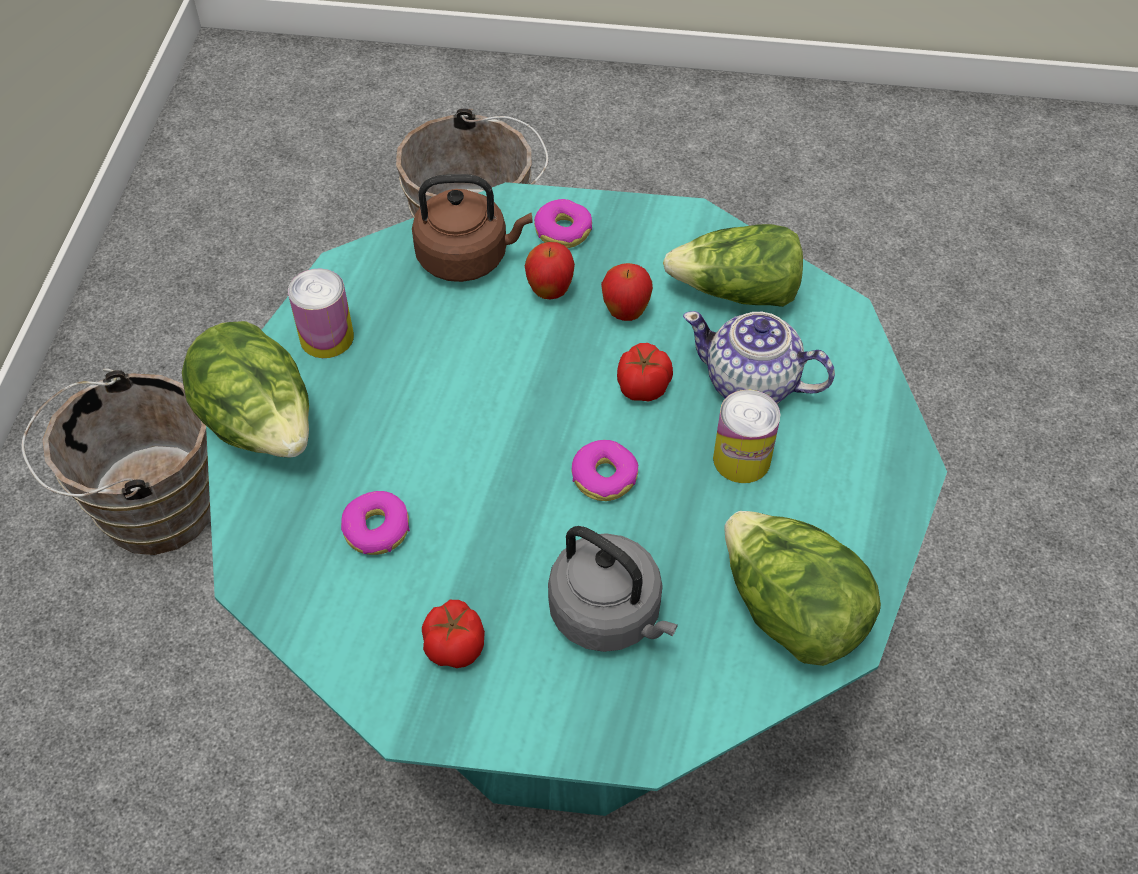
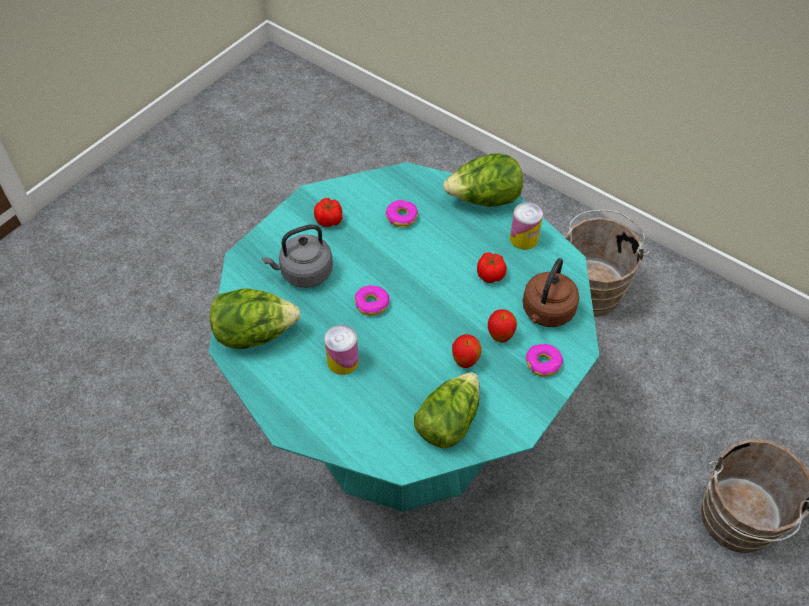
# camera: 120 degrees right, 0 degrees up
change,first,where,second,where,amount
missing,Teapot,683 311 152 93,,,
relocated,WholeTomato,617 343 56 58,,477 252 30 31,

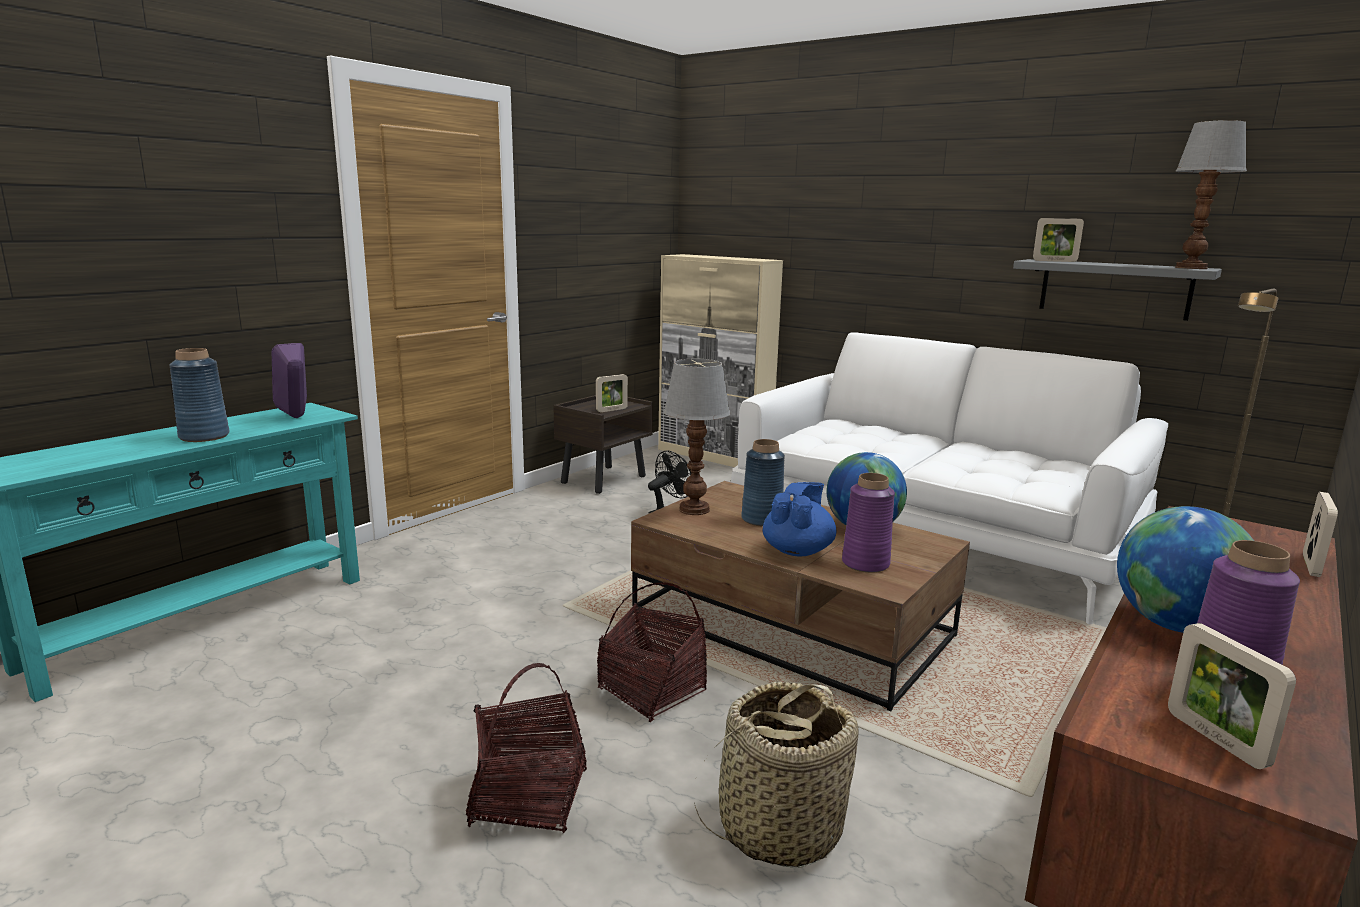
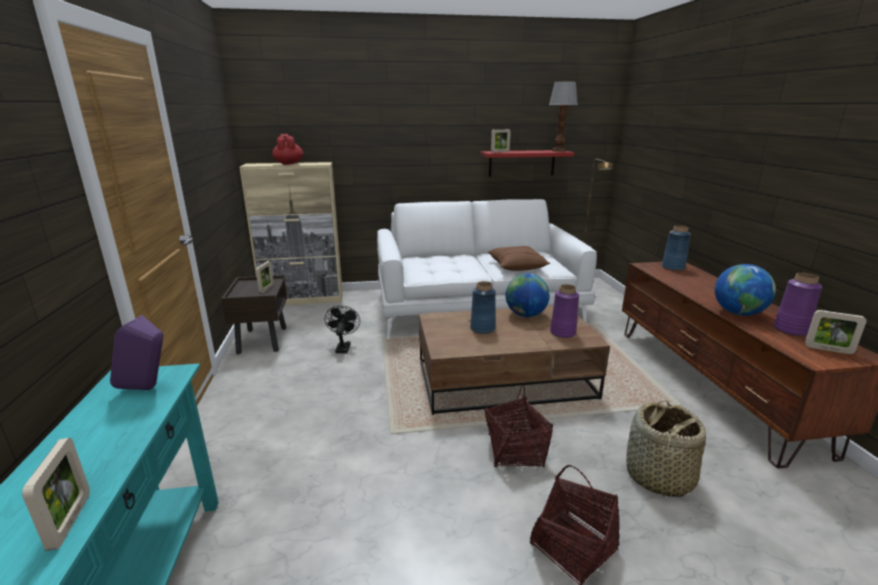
# camera: 45 degrees left, 5 degrees up
change,first,where,second,where,amount
colour,GreyishBracketShelf,1013 259 209 62,RedBracketShelf,480 150 94 27,
relocated,BlueColouredFlowerVase,169 348 61 94,,662 225 29 46,
missing,TabletopLamp,663 359 67 156,,,
missing,BlueColouredTeapot,763 482 73 74,,,
relocated,PictureFrame,1303 492 35 85,,22 438 68 113,
appeared,,,RedTeapot,272 134 31 31,
appeared,,,BrownishPillow,488 246 62 25,

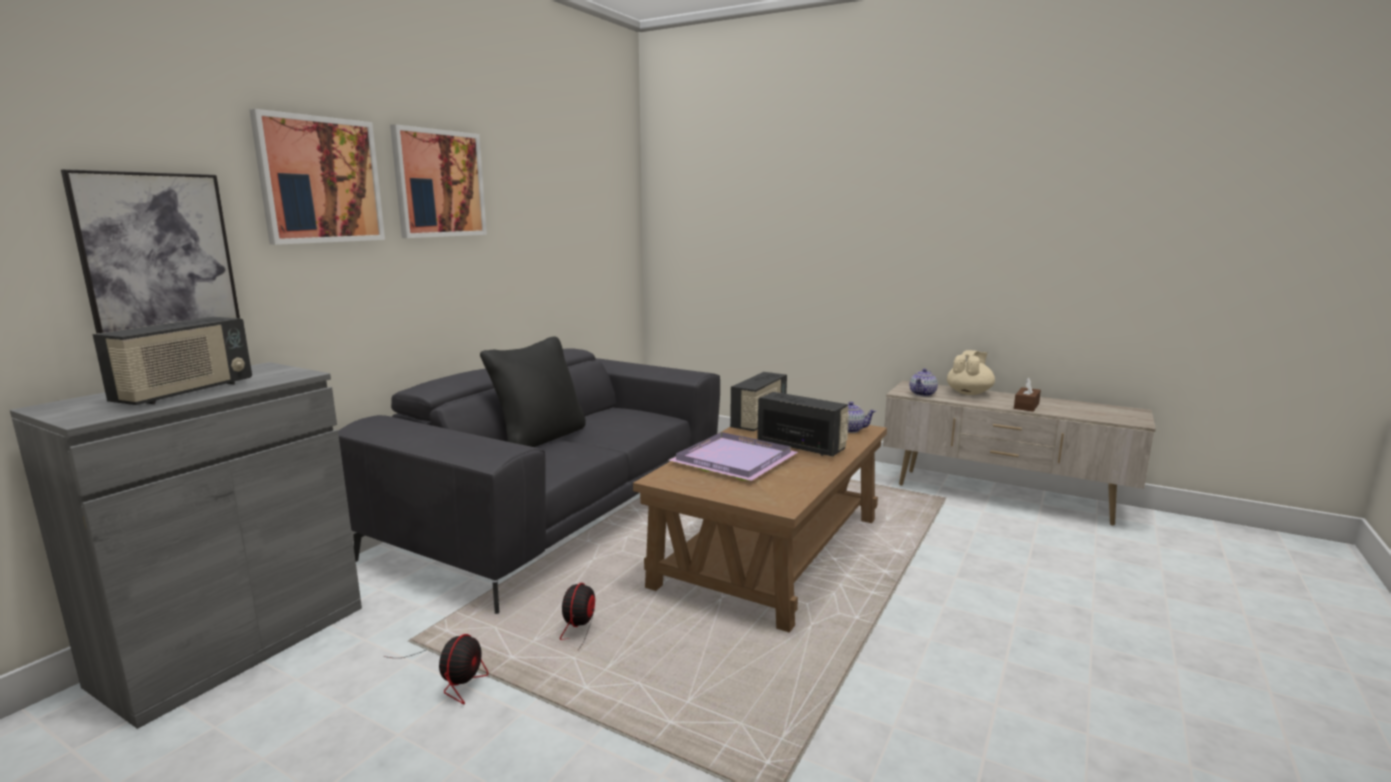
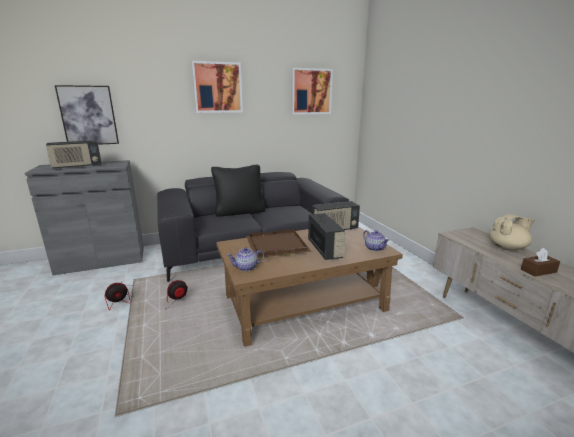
# camera: 40 degrees right, 5 degrees up
change,first,where,second,where,amount
relocated,WallArt,249 109 136 136,,291 68 42 47,
relocated,Teapot,909 369 29 27,,227 247 37 24,
colour,PurpleColouredServingTray,668 432 130 49,BrownishServingTray,246 229 65 29,

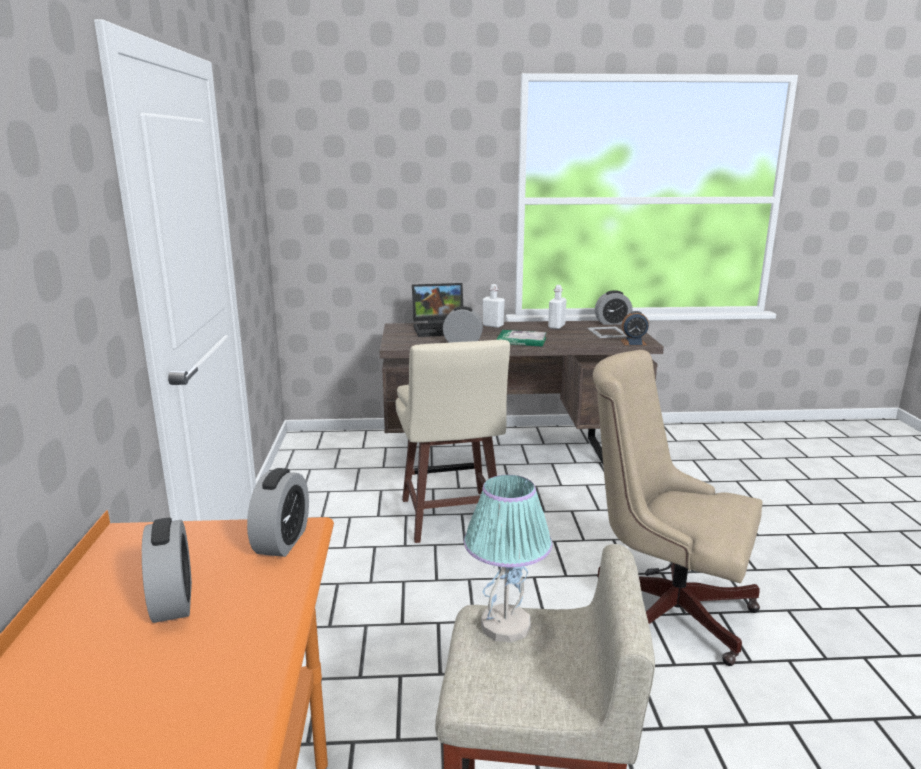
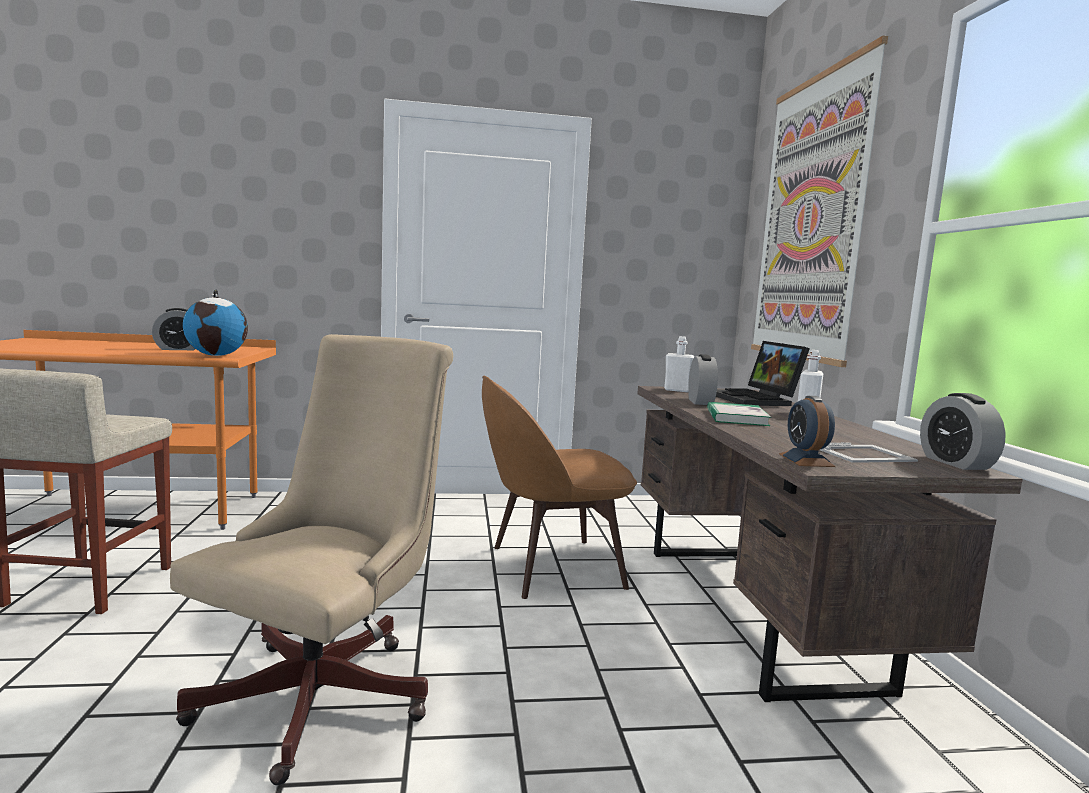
# camera: 85 degrees right, 10 degrees down
change,first,where,second,where,amount
relocated,WhiteColouredBottle,548 285 19 44,,664 336 31 56,
exchanged,BeigeSittingStool,396 340 114 203,BrownishPlainChair,482 376 155 223,
exchanged,TableClock,247 468 62 89,WorldGlobe,183 289 65 67,
missing,TabletopLamp,464 475 88 168,,,
appeared,,,WallArt,751 36 137 331,

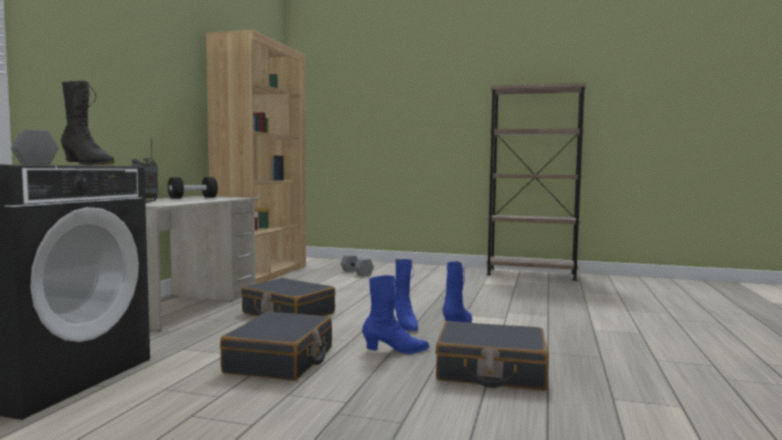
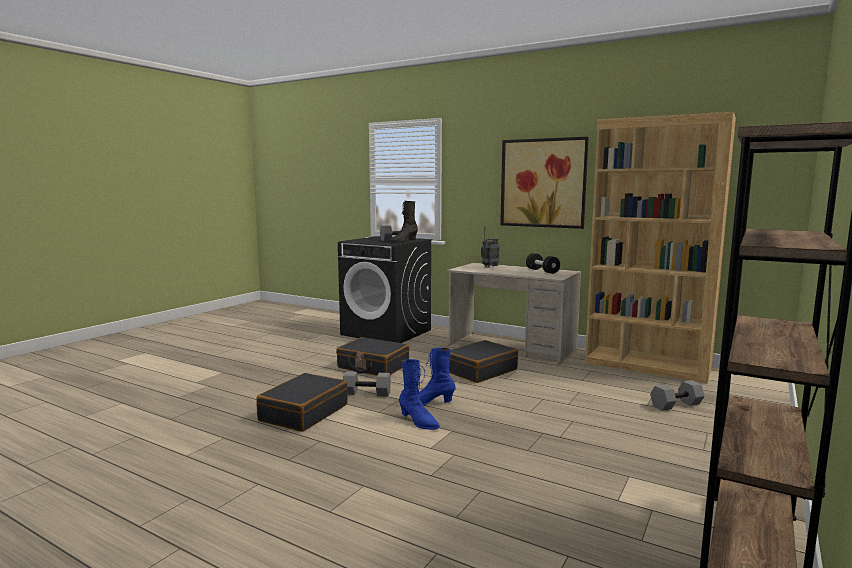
# camera: 105 degrees right, 5 degrees up
change,first,where,second,where,amount
exchanged,BlueColouredTallBoot,362 275 68 79,GreyishFreeWeight,343 371 48 25,
appeared,,,WallArt,500 137 89 92,

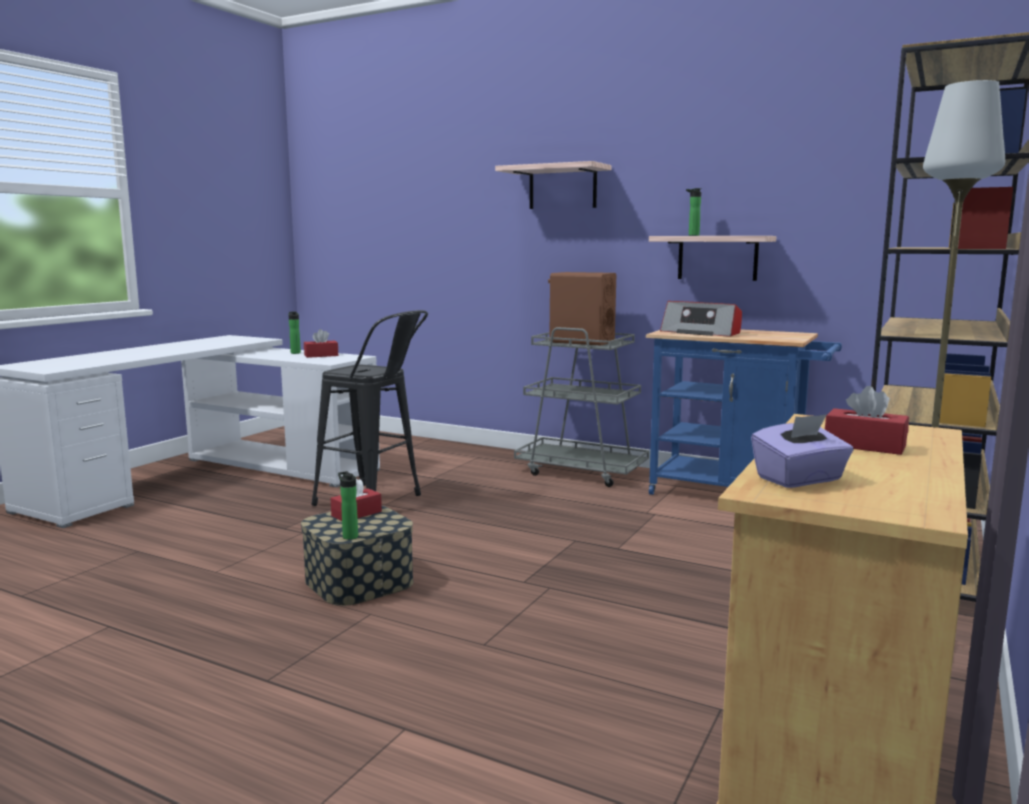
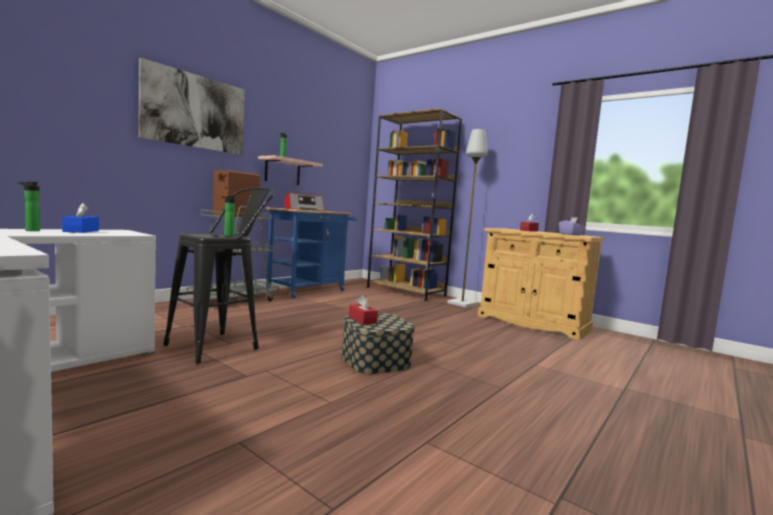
# camera: 80 degrees left, 5 degrees down
change,first,where,second,where,amount
exchanged,BracketShelf,495 161 116 48,WallArt,139 58 106 97,
colour,RedTissueHolder,304 329 34 29,BlueColouredTissueHolder,62 203 37 30,
relocated,Bottle,338 471 20 69,,221 196 15 41,

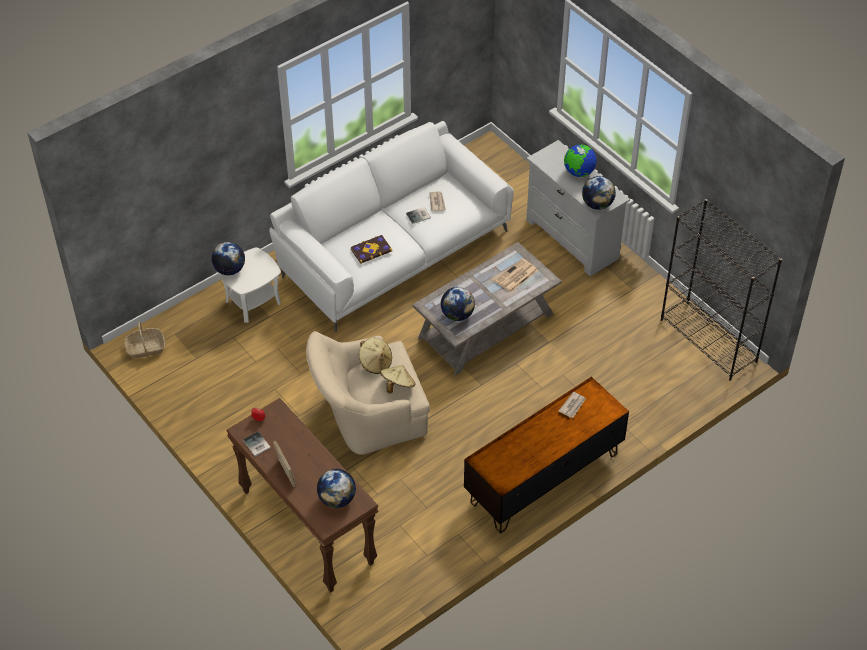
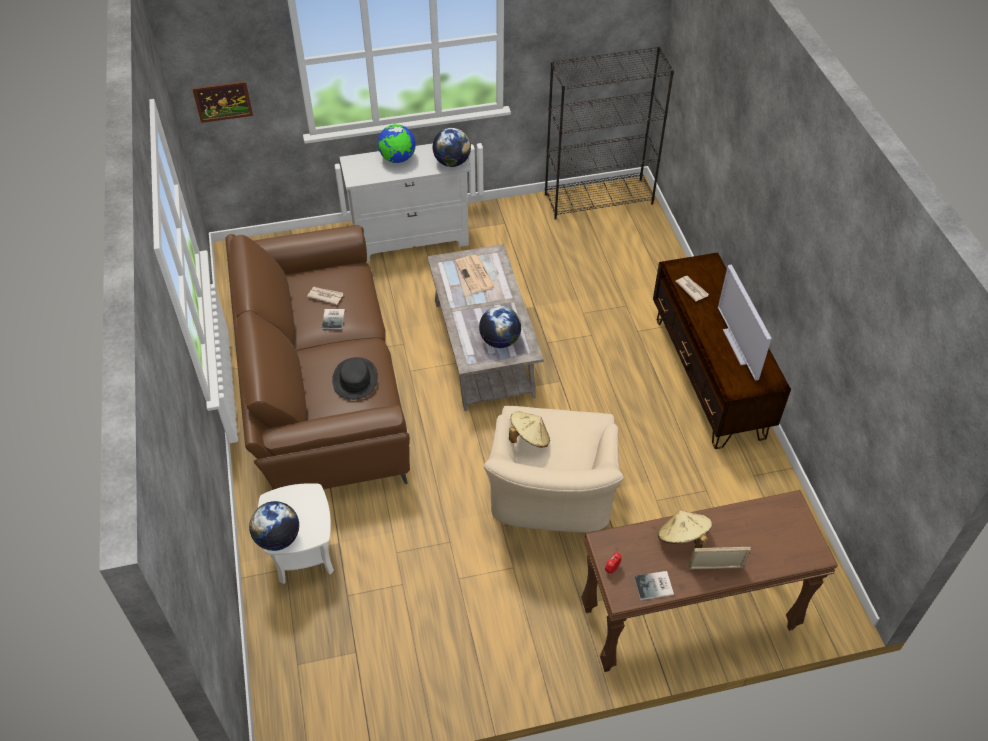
# camera: 65 degrees left, 0 degrees up
change,first,where,second,where,amount
colour,WhiteColouredSettee,269 121 245 211,BrownishSettee,225 225 185 265,
exchanged,Volume,350 235 42 29,BlackishHat,332 357 46 43,
missing,Basket,124 322 41 36,,,
relocated,BeigeHat,380 365 36 28,,658 510 54 38,
missing,WorldGlobe,317 469 39 39,,,
appeared,,,WallArt,192 81 61 42,
appeared,,,TvSet,718 265 54 116,

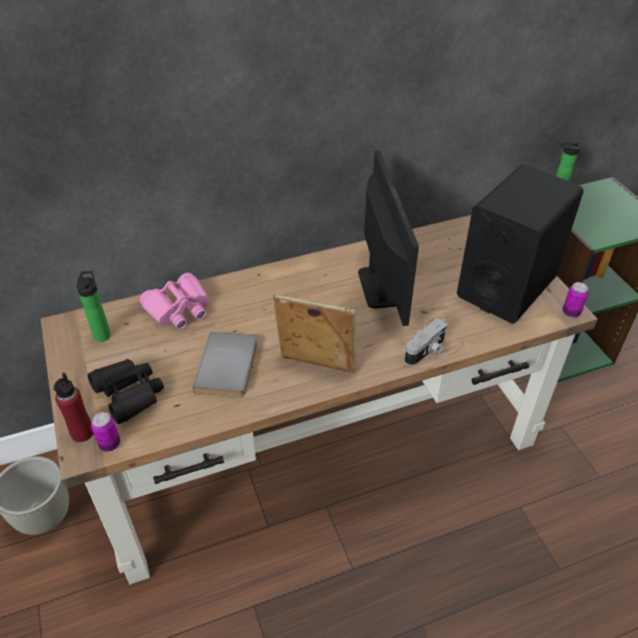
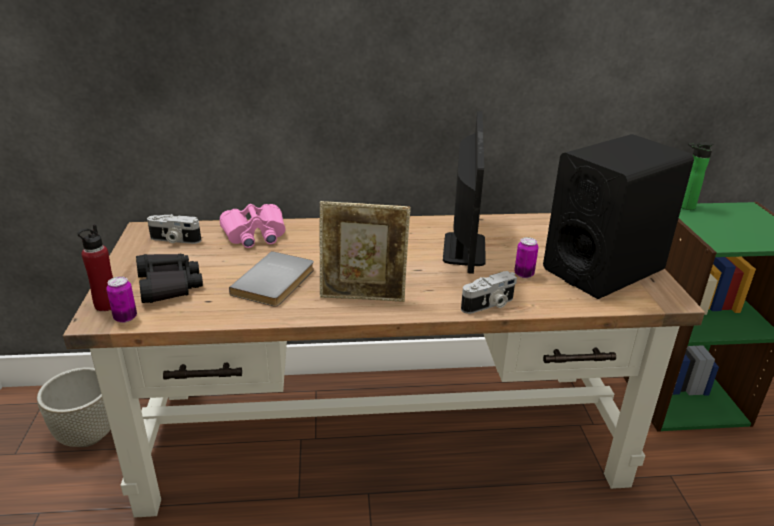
# camera: 15 degrees right, 15 degrees down
change,first,where,second,where,amount
exchanged,Bottle,76 271 35 71,PhotoCamera,147 214 54 30,
relocated,MetalCan,563 282 25 36,,514 237 25 41,
spun,PictureFrame,273 295 83 79,,320 201 91 101,150 degrees clockwise

